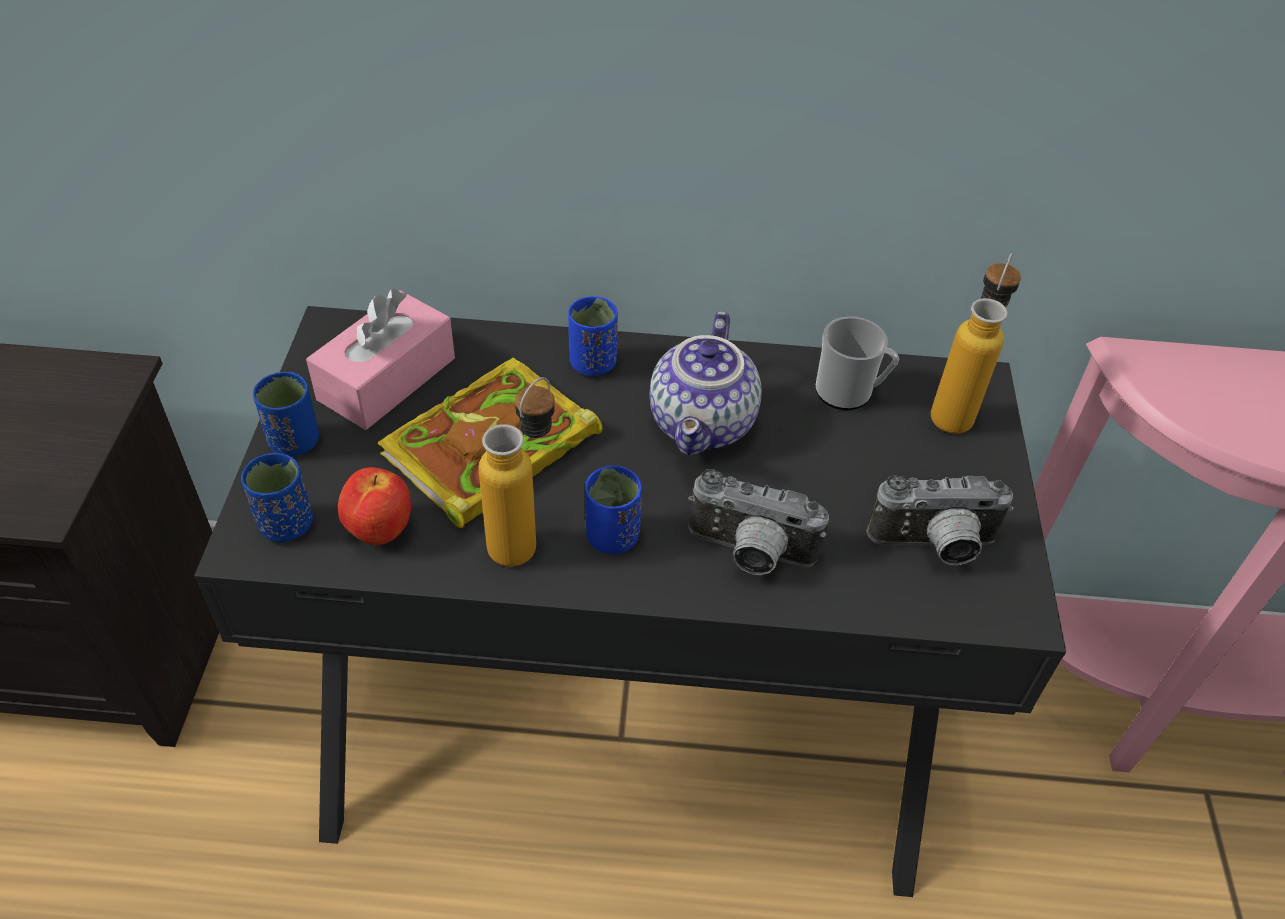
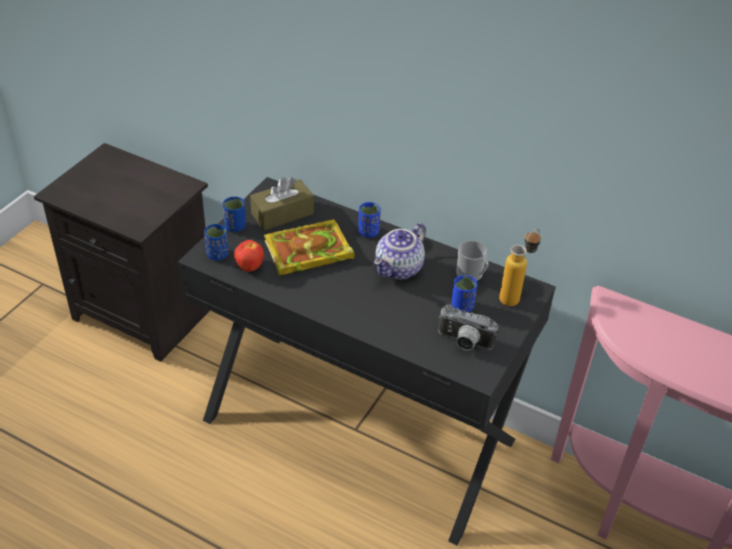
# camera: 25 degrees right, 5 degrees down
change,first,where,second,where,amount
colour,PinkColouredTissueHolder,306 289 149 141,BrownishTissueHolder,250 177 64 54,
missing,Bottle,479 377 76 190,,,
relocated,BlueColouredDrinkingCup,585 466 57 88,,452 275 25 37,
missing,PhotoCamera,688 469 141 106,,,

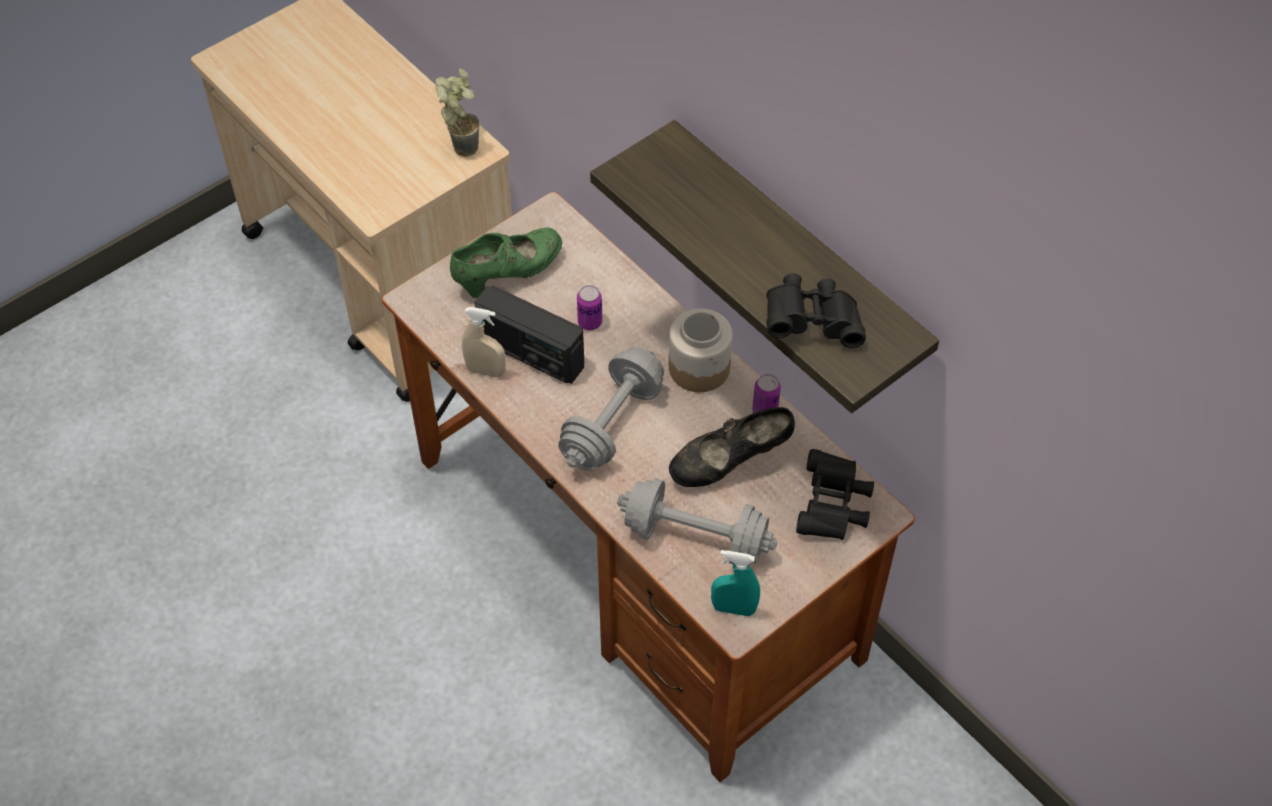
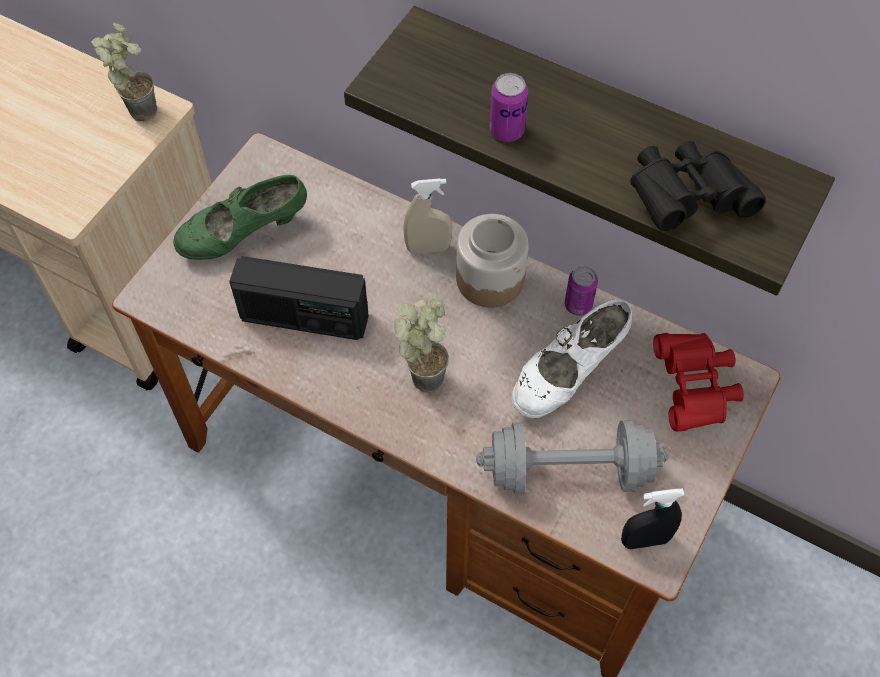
# camera: 20 degrees left, 5 degrees up
change,first,where,second,where,amount
spun,GreenLowShoe,450 227 112 71,,173 175 134 85,150 degrees counterclockwise
relocated,MetalCan,577 285 25 45,,489 73 39 69,
relocated,BeigeSprayBottle,462 307 44 70,,403 178 50 76,
exchanged,GreyishFreeWeight,558 347 106 124,PottedPlant,394 292 55 101,
colour,BlackishLowShoe,669 407 126 80,WhiteColouredLowShoe,512 299 120 119,
colour,BlackishFieldGlasses,796 449 78 91,RedFieldGlasses,653 333 91 99,
colour,TurquoiseSprayBottle,711 550 49 66,BlackishSprayBottle,621 489 63 60,

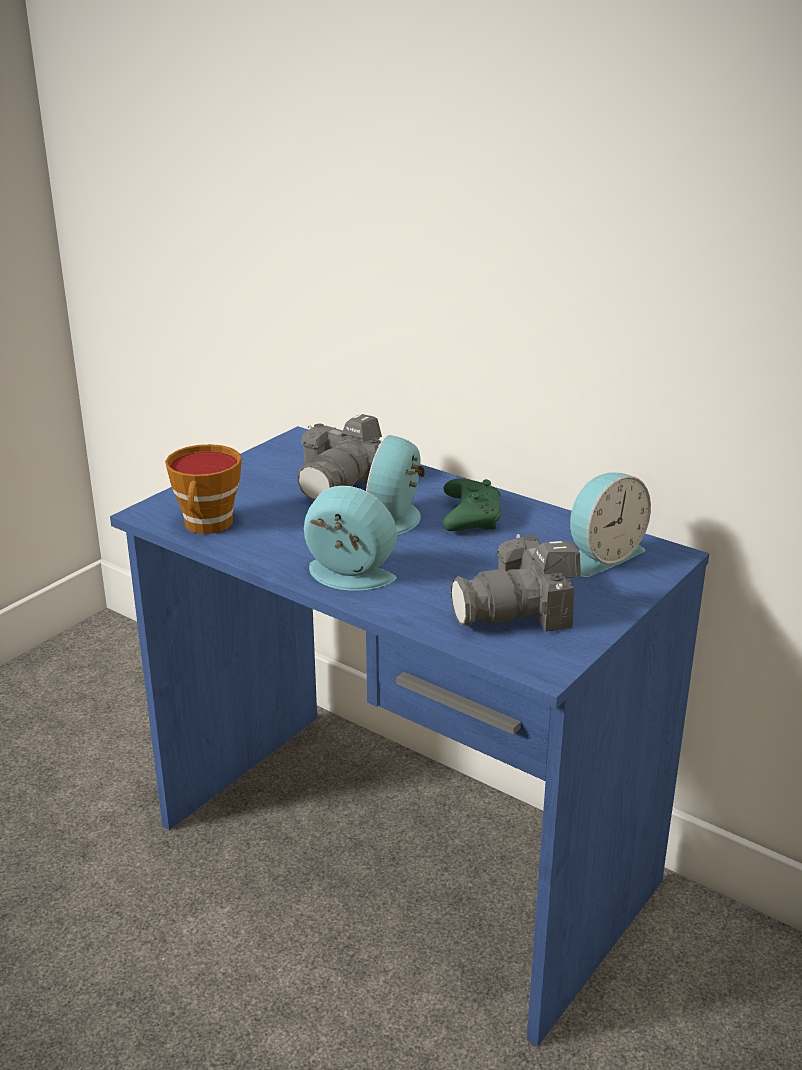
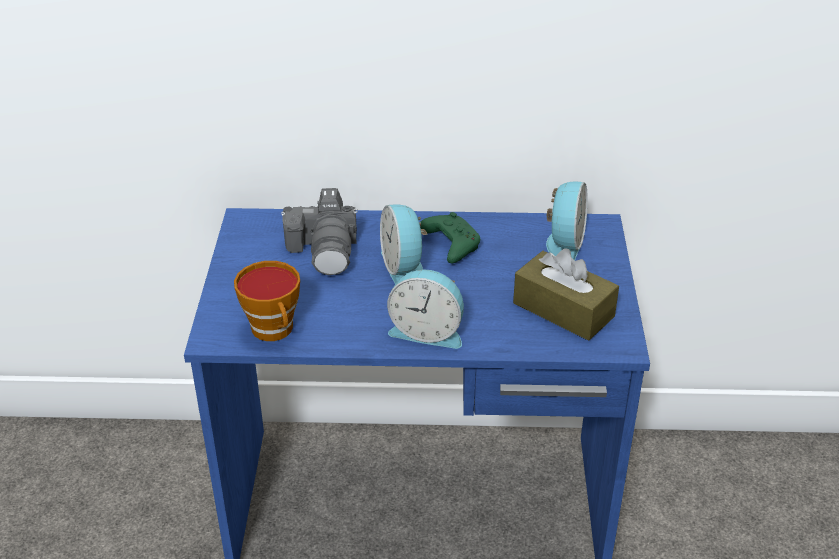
# camera: 35 degrees left, 10 degrees up
change,first,where,second,where,amount
spun,TableClock,304 486 93 105,,387 270 77 79,150 degrees counterclockwise
exchanged,PhotoCamera,451 534 130 98,BrownishTissueHolder,513 248 106 93,

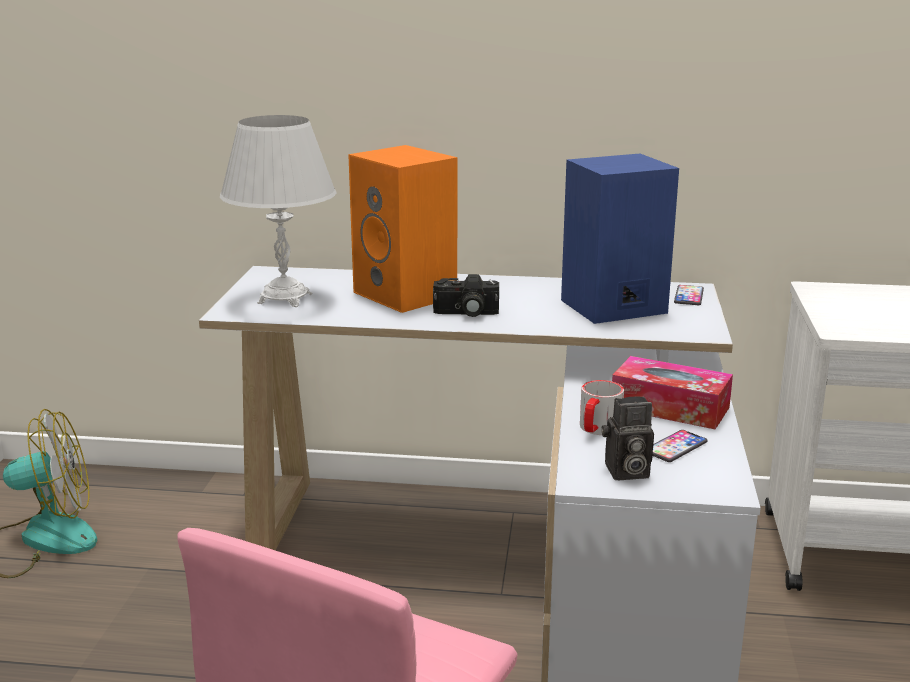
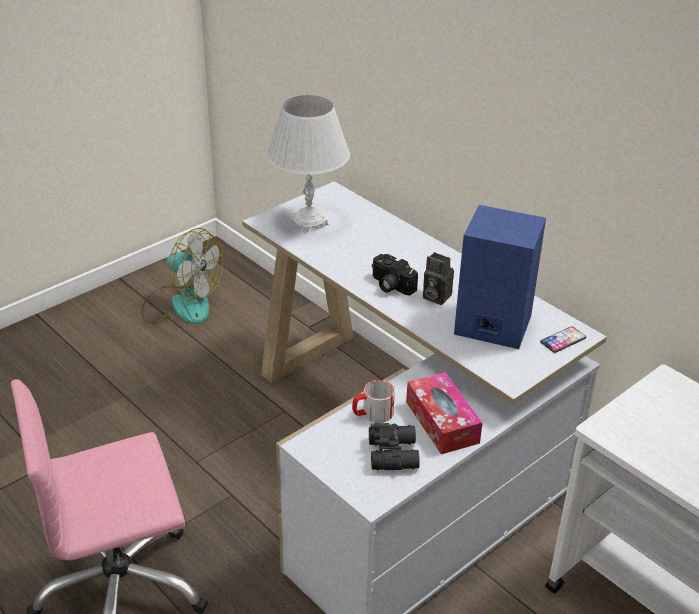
# camera: 40 degrees right, 15 degrees up
change,first,where,second,where,amount
missing,OrangeSpeaker,348 145 109 168,,,
relocated,PhotoCamera,602 396 52 84,,423 252 31 53,
exchanged,Handset,653 430 54 32,BlackishFieldGlasses,369 423 51 47,

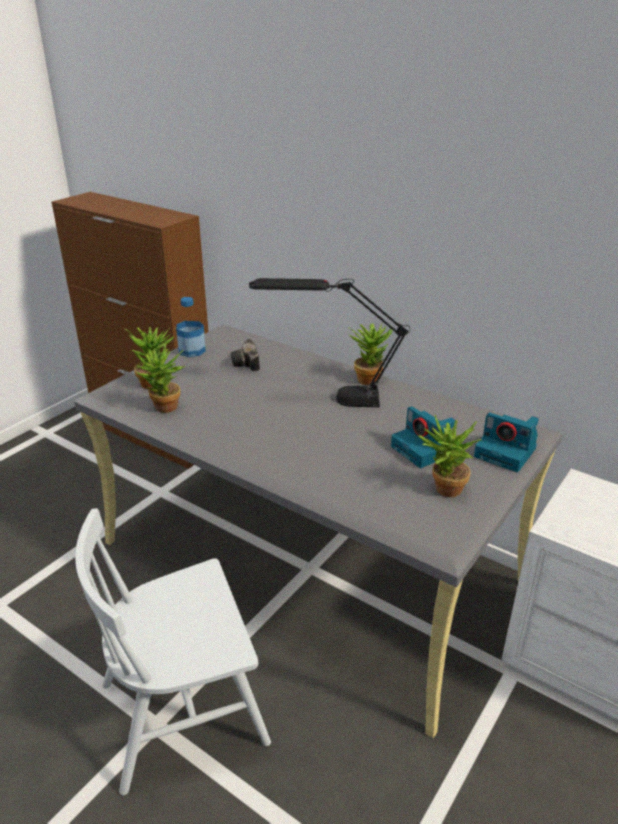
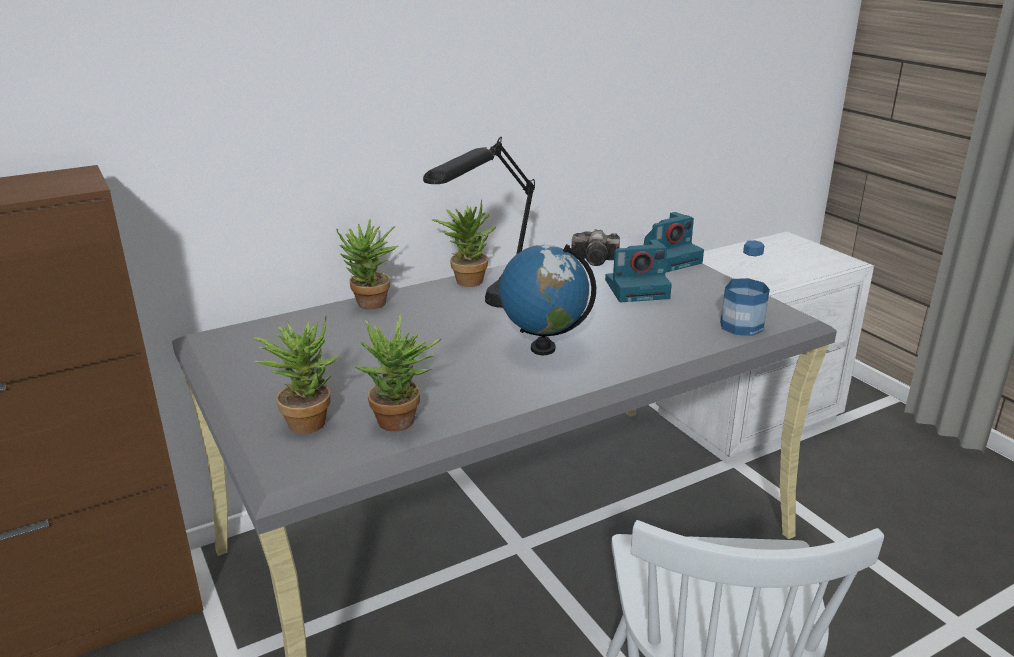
# camera: 65 degrees left, 5 degrees down
change,first,where,second,where,amount
relocated,Bottle,176 297 30 60,,720 240 50 96,
relocated,PhotoCamera,231 339 29 32,,571 229 49 37,
relocated,PottedPlant,418 415 63 82,,336 219 62 91,
appeared,,,WorldGlobe,499 244 97 111,

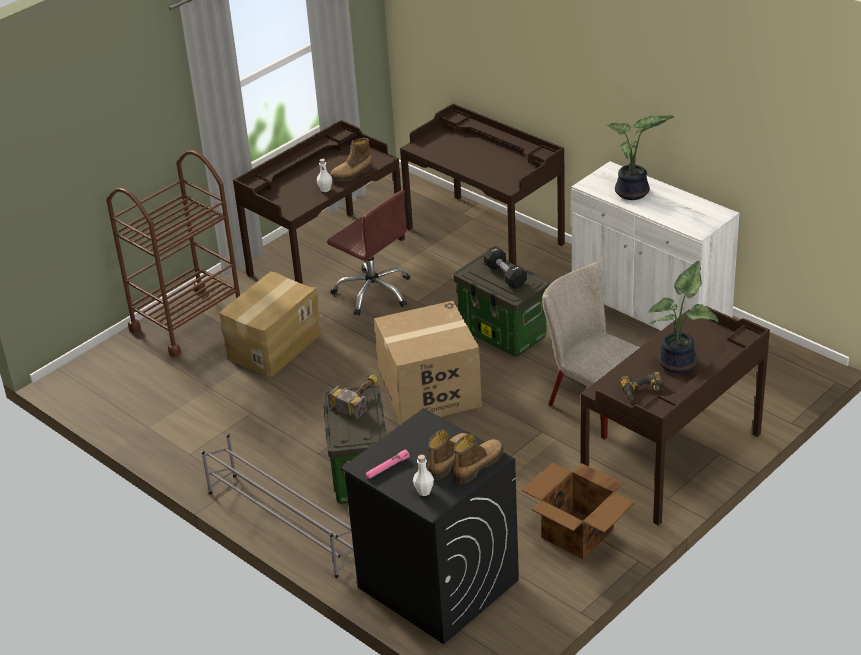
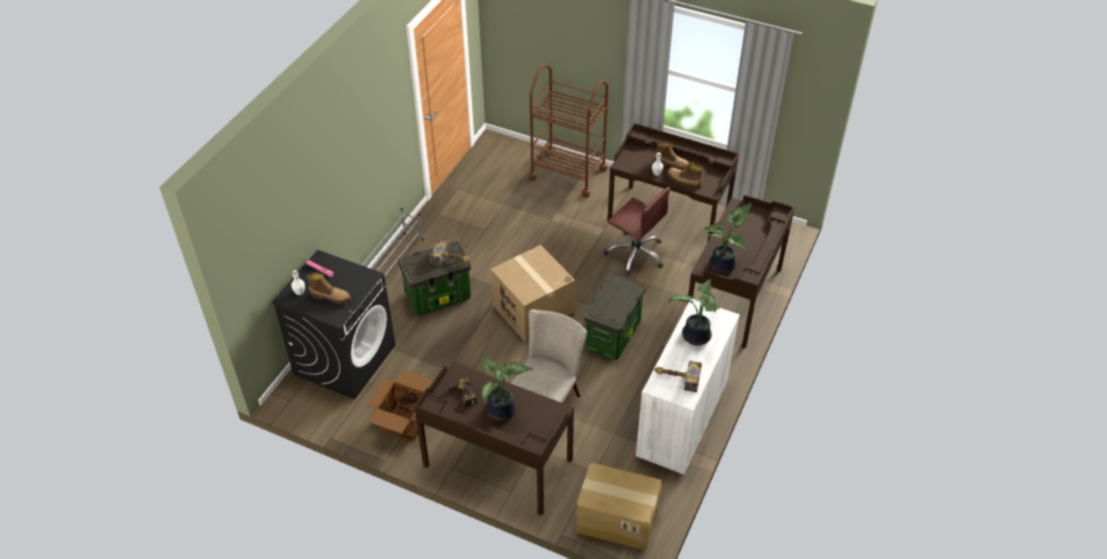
# camera: 70 degrees right, 10 degrees up
change,first,where,second,where,amount
spun,BrownishOfficeChair,327 190 83 126,,604 187 66 88,75 degrees counterclockwise
missing,BlackishFreeWeight,484 246 43 43,,,
relocated,Carton,219 272 102 105,,576 463 86 87,
relocated,TallBoot,453 434 51 50,,654 141 35 29,
appeared,,,PottedPlant,703 203 49 71,
appeared,,,Hammer,654 360 48 32,

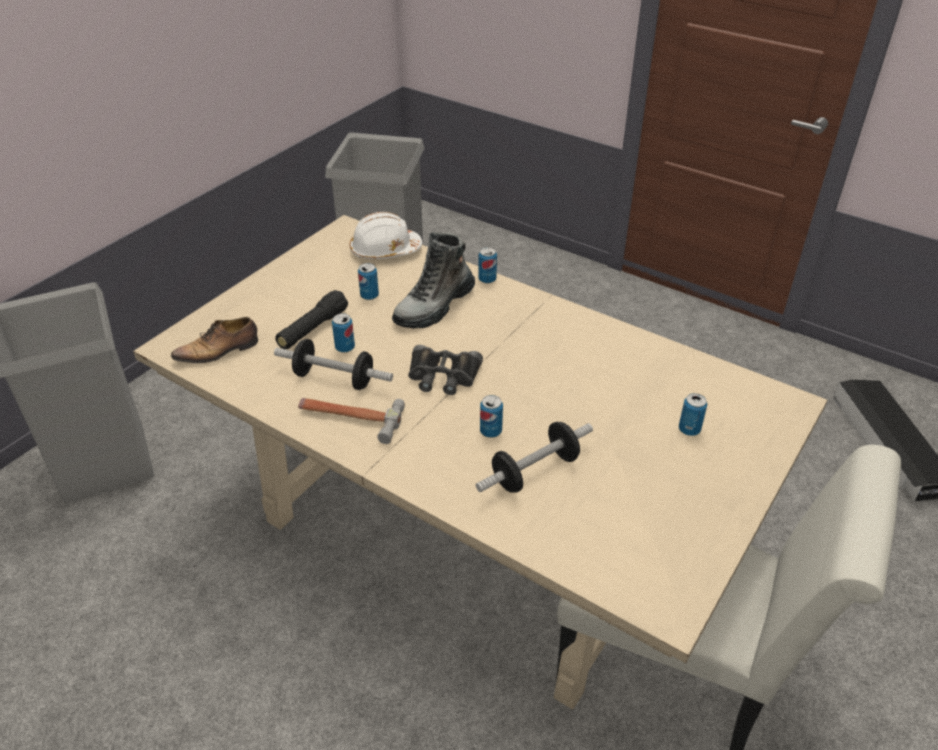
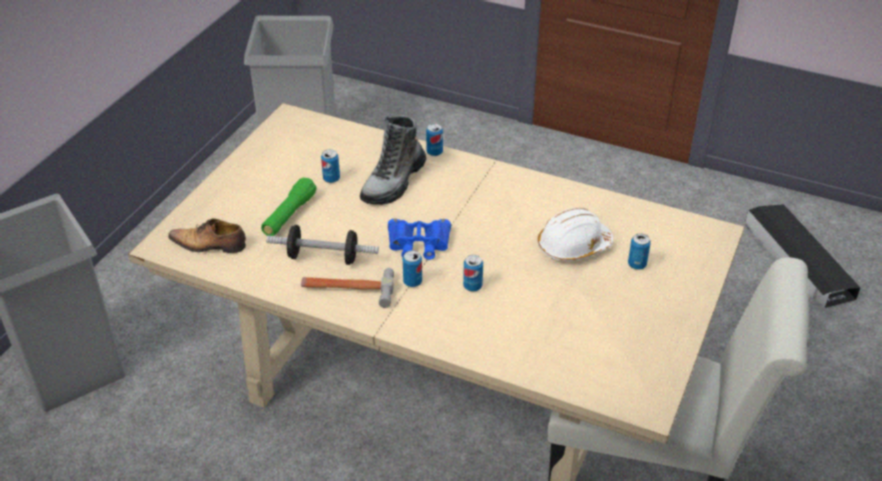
# camera: 10 degrees left, 0 degrees up
change,first,where,second,where,amount
relocated,WhiteColouredWorkHelmet,350 212 73 47,,538 208 75 53,
colour,BlackishHandTorch,275 290 73 59,GreenHandTorch,261 178 56 59,
relocated,MetalCan,332 313 23 40,,403 250 19 37,
spun,LowShoe,171 317 87 46,,168 218 78 35,45 degrees clockwise
colour,BlackishFieldGlasses,408 345 75 50,BlueColouredFieldGlasses,388 219 63 41,
missing,FreeWeight,476 422 117 71,,,

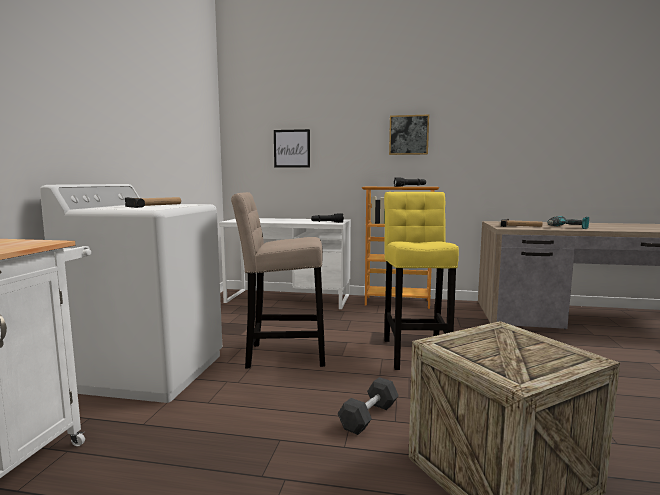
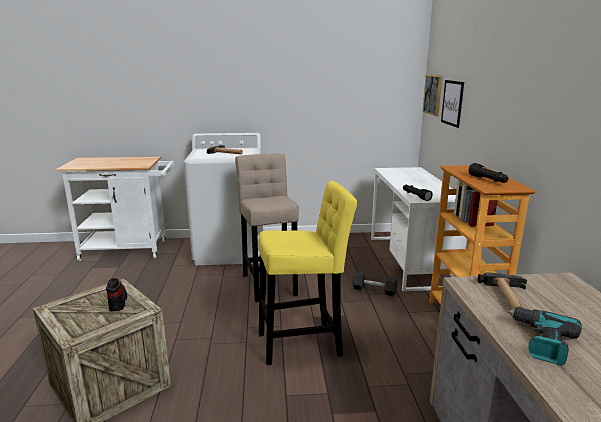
# camera: 75 degrees right, 10 degrees up
change,first,where,second,where,amount
relocated,WallArt,389 115 40 40,,423 74 19 42,
relocated,BlackishFreeWeight,337 377 62 58,,352 271 45 25,
appeared,,,LowShoe,106 278 21 34,

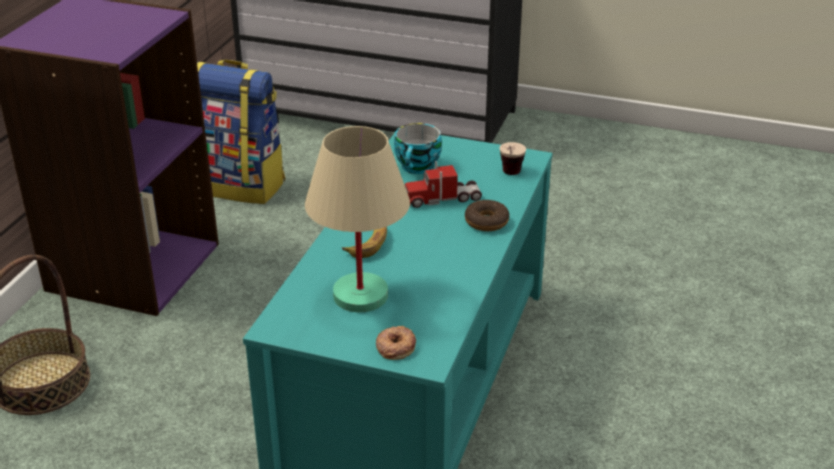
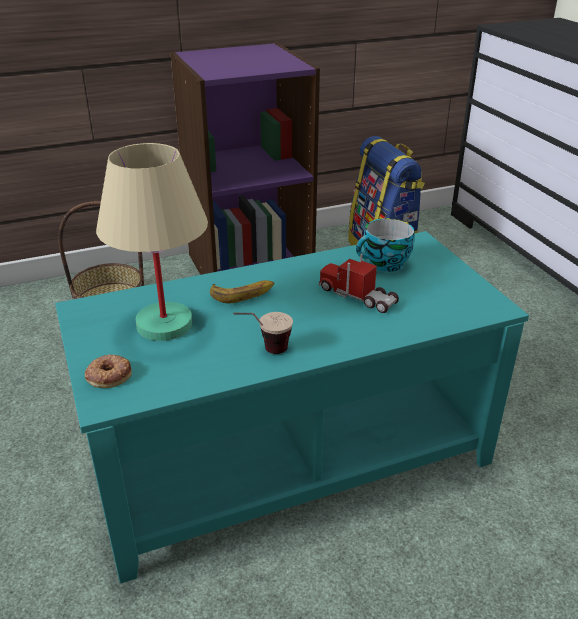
# camera: 50 degrees right, 0 degrees up
change,first,where,second,where,amount
relocated,DrinkingCup,500 142 26 33,,233 312 60 42,
missing,RingDoughnut,465 200 44 31,,,

